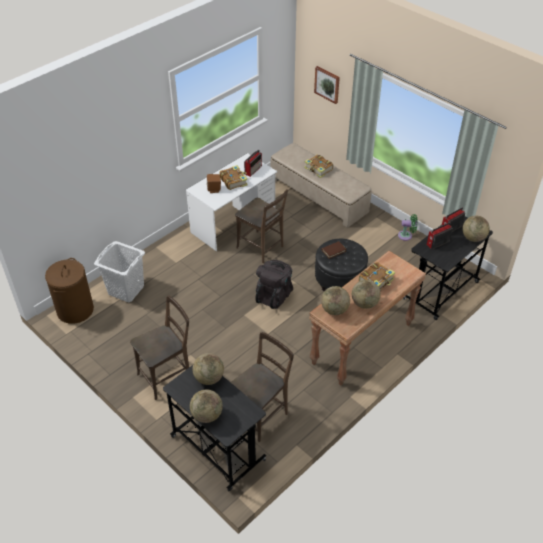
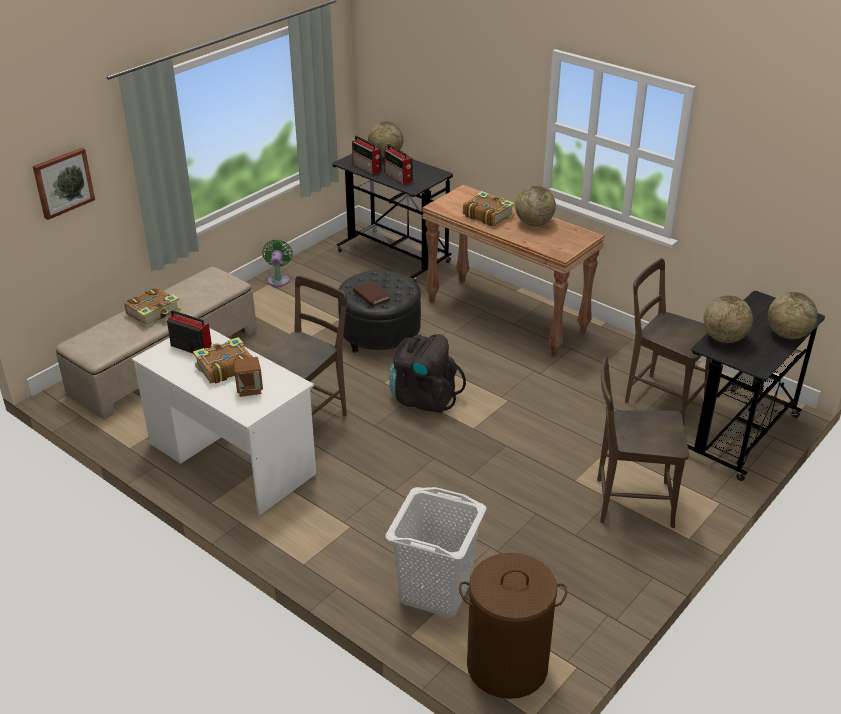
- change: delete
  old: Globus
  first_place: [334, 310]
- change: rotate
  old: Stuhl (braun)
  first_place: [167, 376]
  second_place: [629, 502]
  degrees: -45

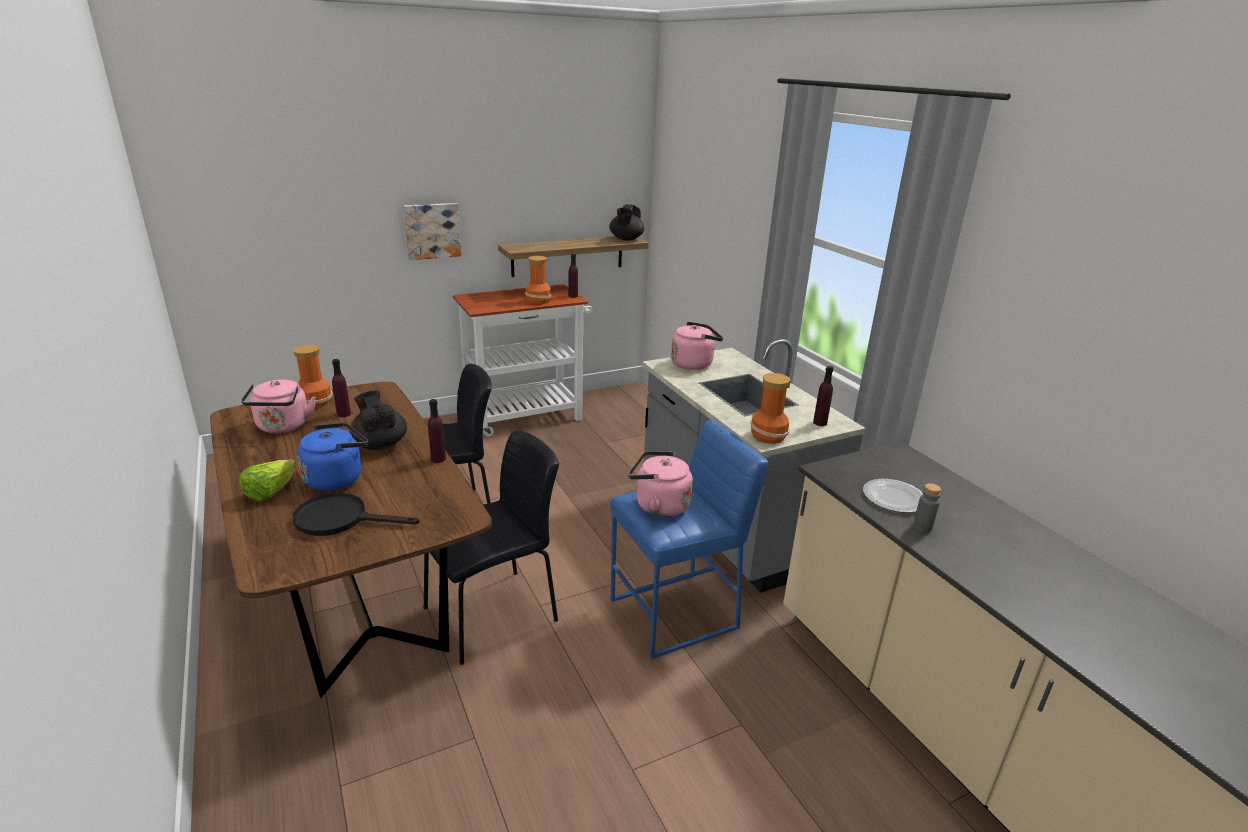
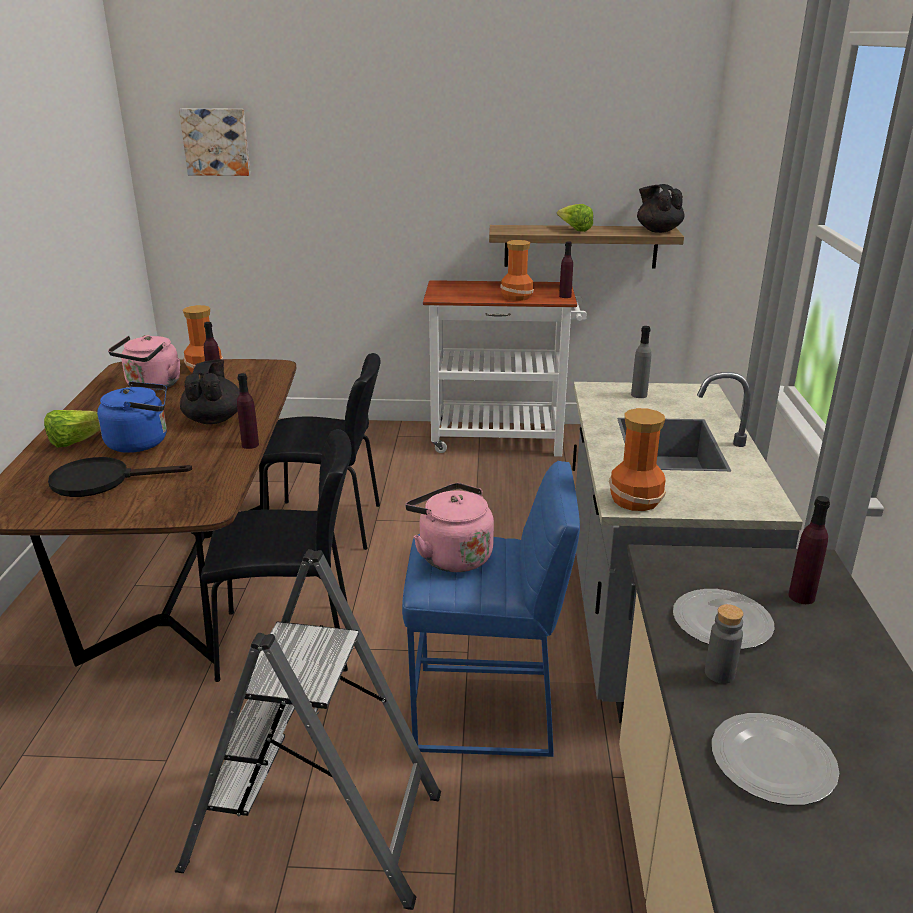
- change: insert
  new: Trittleiter (grau)
  second_place: [317, 830]
- change: insert
  new: Salatkopf
  second_place: [574, 229]
- change: insert
  new: Teller
  second_place: [772, 760]
- change: move
  old: Bild
  first_place: [432, 230]
  second_place: [216, 142]
- change: move
  old: Flasche (lila)
  first_place: [820, 423]
  second_place: [801, 596]
- change: replace
  old: Wasserkessel (rosa)
  new: Flasche (grau)
  first_place: [694, 364]
  second_place: [639, 395]
- change: rotate
  old: Pfanne (schwarz)
  first_place: [341, 519]
  second_place: [102, 481]
  degrees: -45
- change: rotate
  old: Teekanne (schwarz)
  first_place: [626, 239]
  second_place: [658, 230]
  degrees: 105

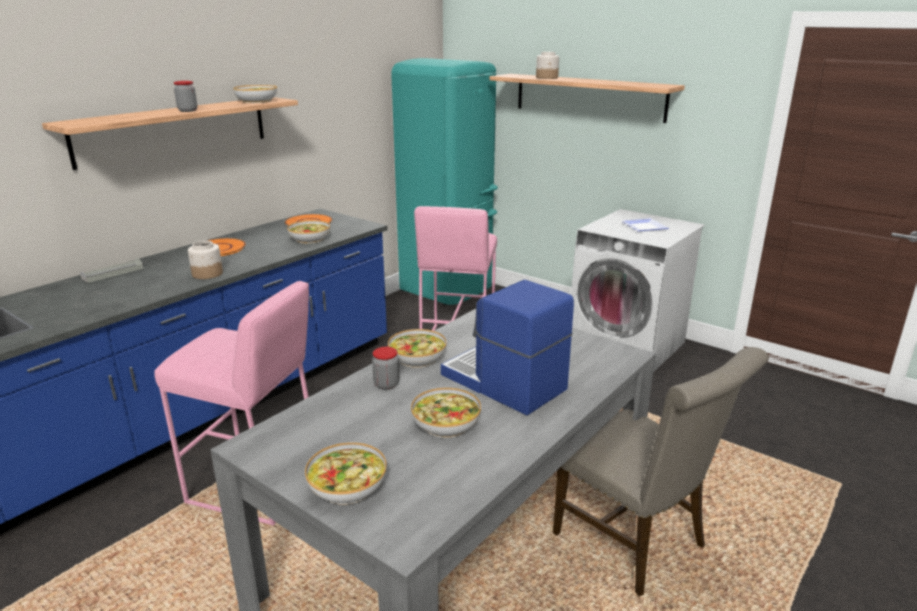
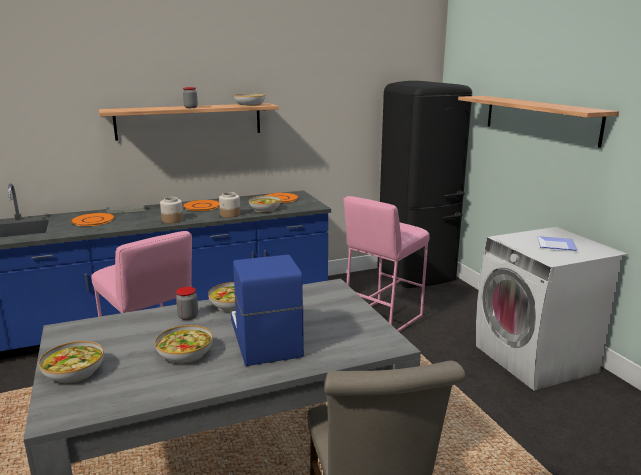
- change: insert
  new: Teller (orange)
  second_place: [93, 220]
- change: move
  old: Vorratsglas
  first_place: [547, 78]
  second_place: [230, 215]
- change: recolor
  old: Kühlschrank (türkis)
  new: Kühlschrank (schwarz)
  first_place: [449, 289]
  second_place: [418, 275]

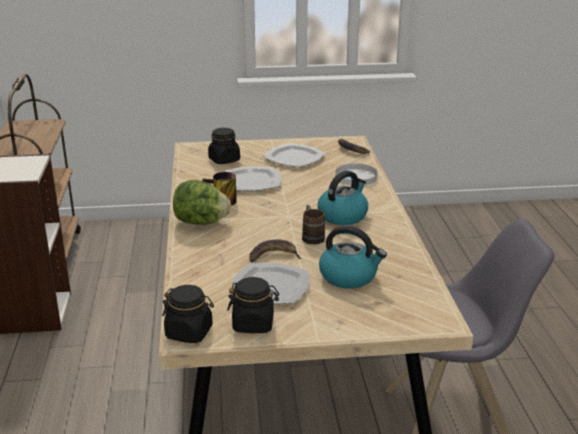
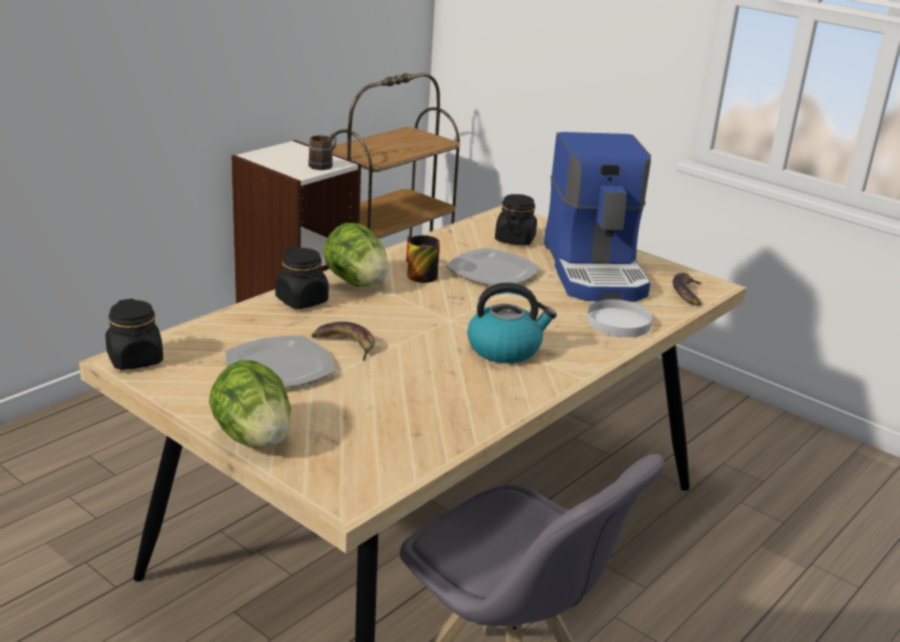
- change: delete
  old: Wasserkessel
  first_place: [349, 276]
- change: insert
  new: Salatkopf
  second_place: [253, 438]
- change: move
  old: Vorratsglas (schwarz)
  first_place: [253, 324]
  second_place: [302, 300]
- change: move
  old: Henkelbecher (braun)
  first_place: [311, 236]
  second_place: [324, 164]
- change: replace
  old: Teller
  new: Kaffeemaschine
  first_place: [294, 157]
  second_place: [596, 270]

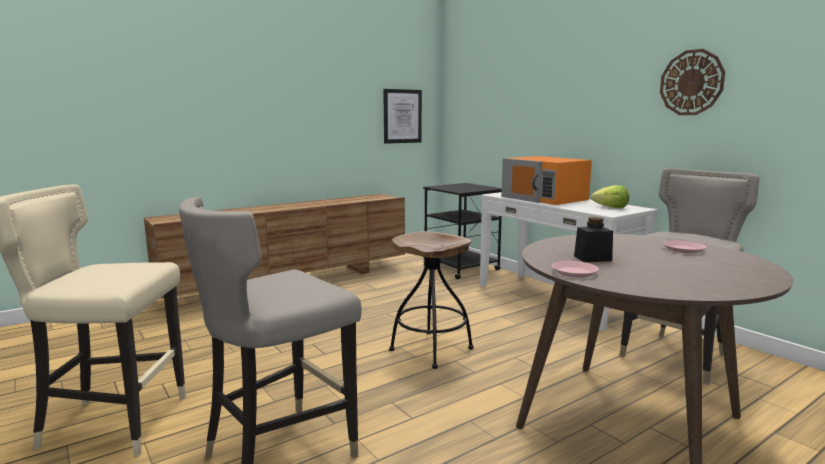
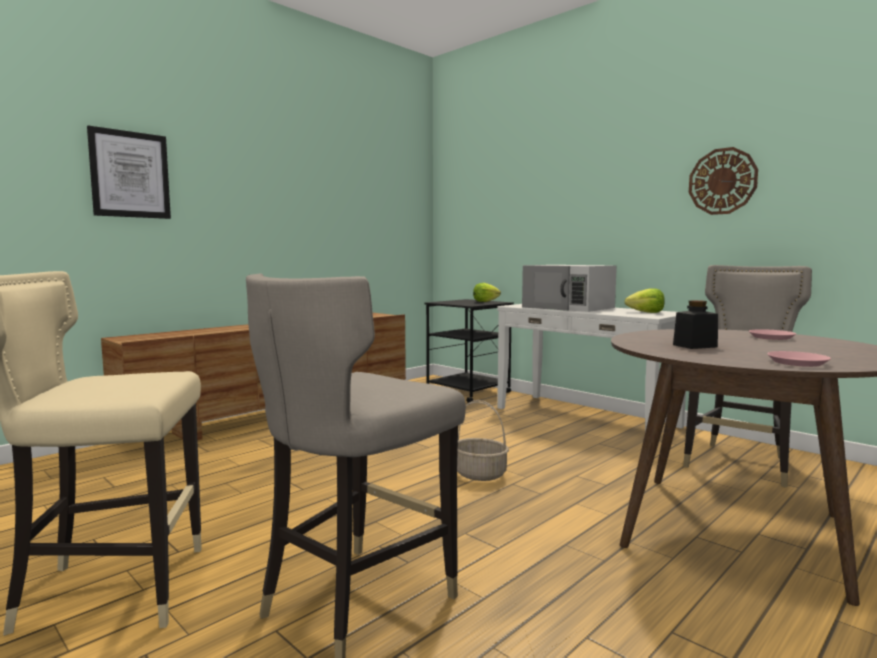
- change: insert
  new: Salatkopf
  second_place: [485, 301]
- change: move
  old: Bild
  first_place: [402, 116]
  second_place: [130, 174]
- change: move
  old: Teller (rosa)
  first_place: [574, 272]
  second_place: [797, 362]
- change: replace
  old: Hocker (braun)
  new: Korb
  first_place: [431, 349]
  second_place: [480, 474]
- change: recolor
  old: Mikrowelle (orange)
  new: Mikrowelle (weiß)
  first_place: [545, 198]
  second_place: [568, 307]

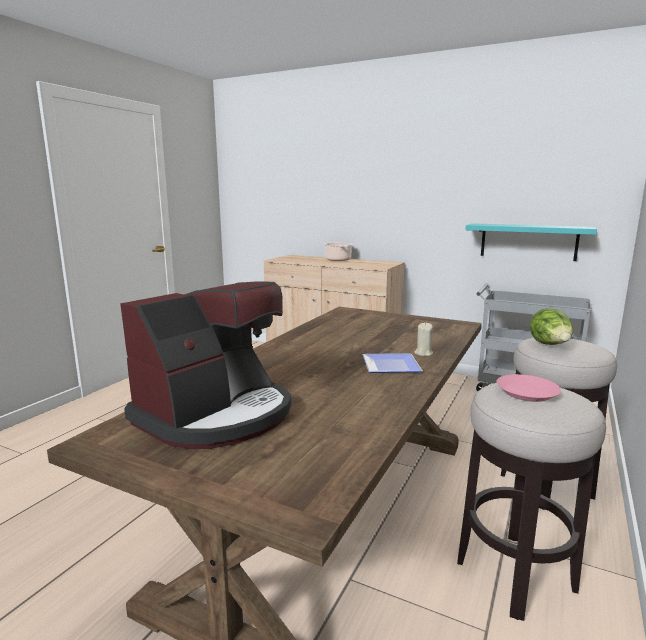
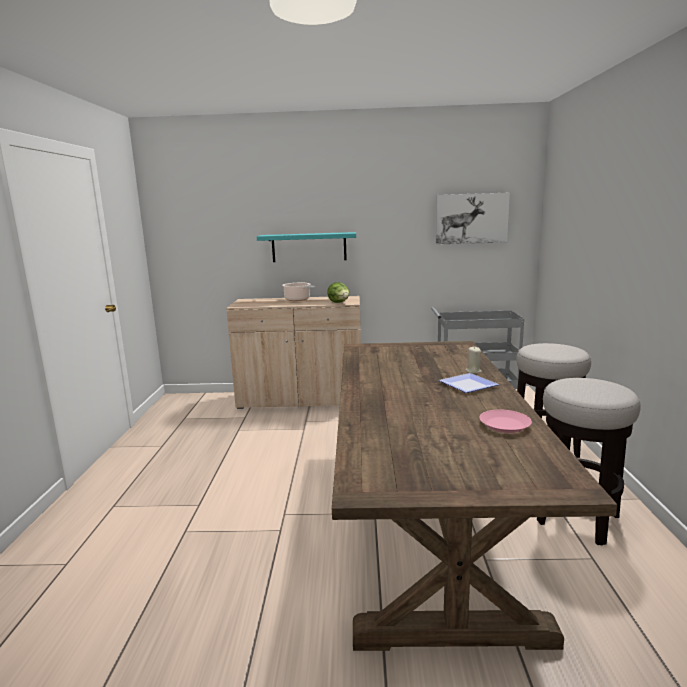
- change: delete
  old: Kaffeemaschine
  first_place: [216, 415]
- change: insert
  new: Bild
  second_place: [471, 218]
- change: move
  old: Wandregal (türkis)
  first_place: [528, 241]
  second_place: [309, 247]
- change: move
  old: Teller (rosa)
  first_place: [526, 393]
  second_place: [504, 425]
- change: move
  old: Salatkopf
  first_place: [550, 345]
  second_place: [339, 303]

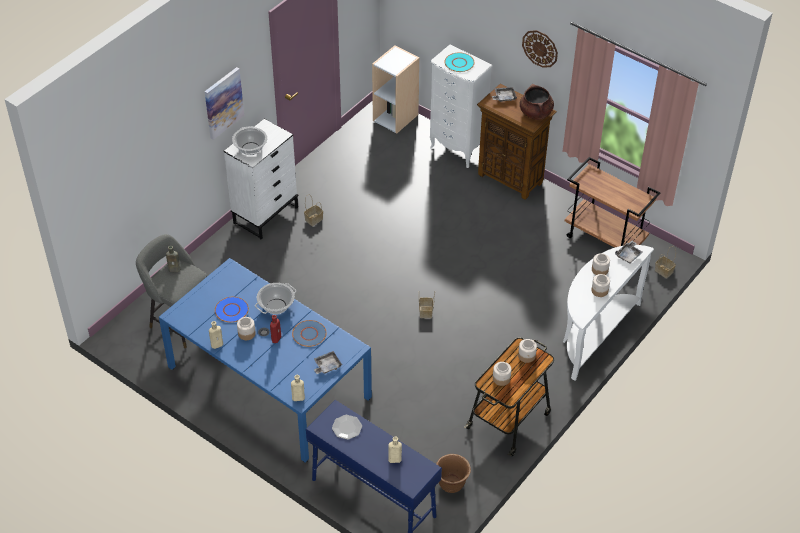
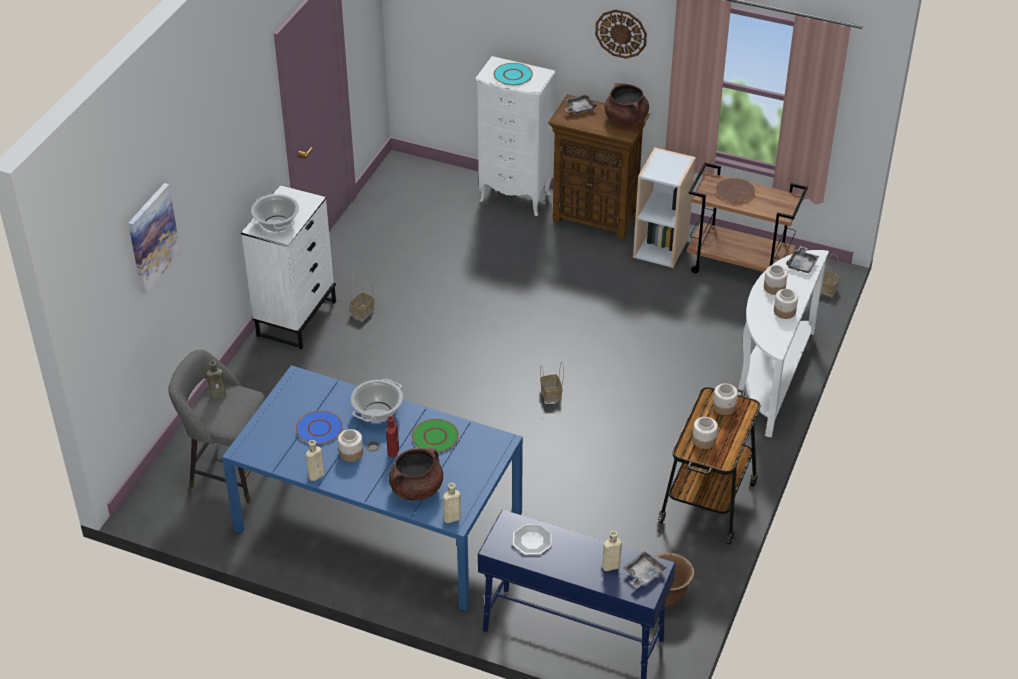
- change: insert
  new: Kochtopf (braun)
  second_place: [416, 489]
- change: insert
  new: Teller (braun)
  second_place: [735, 191]
- change: move
  old: Bild
  first_place: [223, 103]
  second_place: [152, 238]
- change: move
  old: Tablett (grau)
  first_place: [327, 366]
  second_place: [643, 574]
- change: move
  old: Bücherregal
  first_place: [396, 117]
  second_place: [661, 247]
- change: recolor
  old: Teller (blau)
  new: Teller (grün)
  first_place: [309, 334]
  second_place: [435, 437]

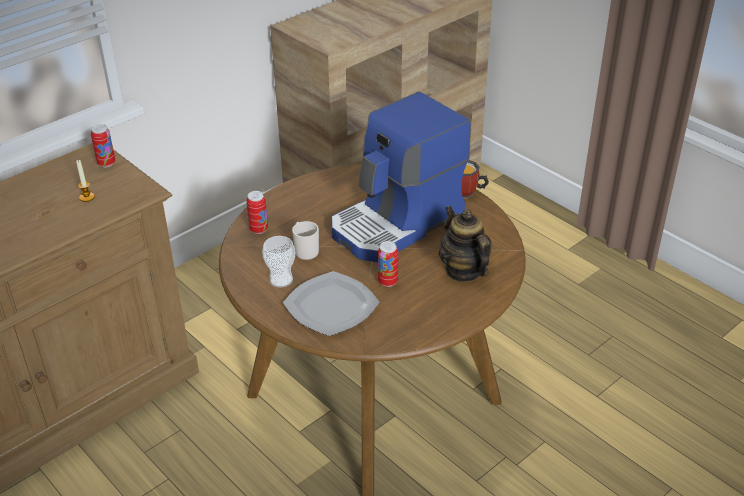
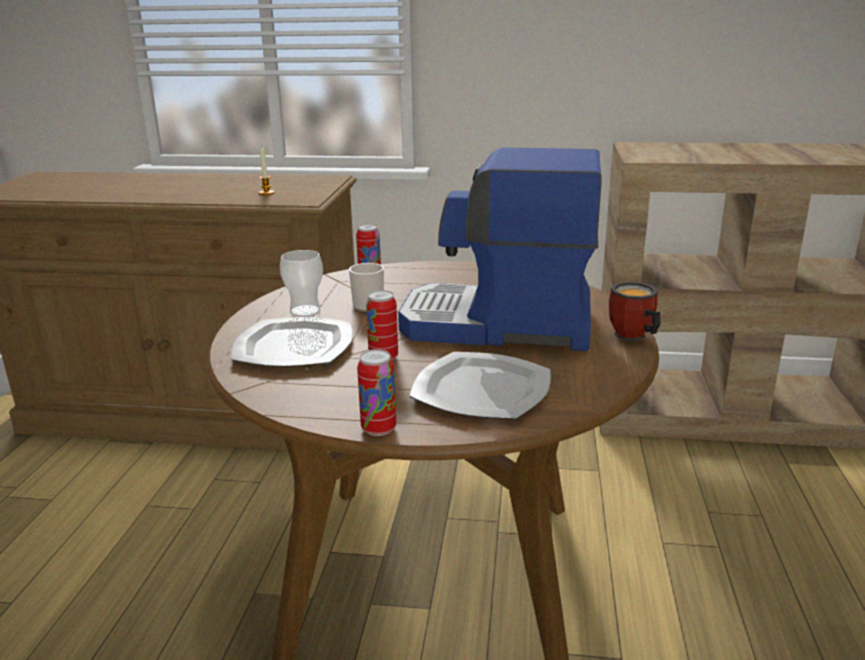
- change: move
  old: Dose
  first_place: [106, 163]
  second_place: [378, 429]
- change: replace
  old: Teekanne
  new: Teller
  first_place: [463, 270]
  second_place: [480, 390]

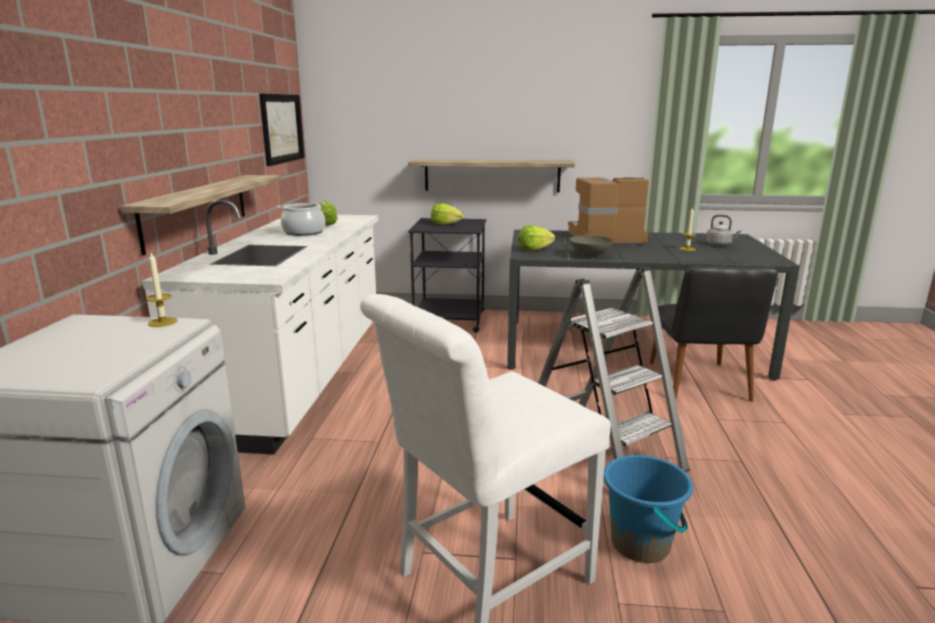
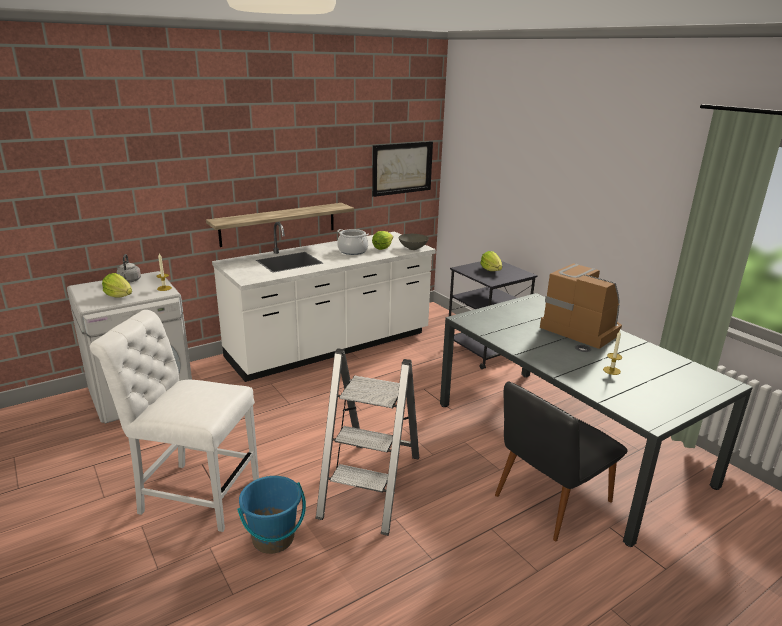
- change: delete
  old: Wandregal
  first_place: [492, 175]
- change: move
  old: Salatkopf
  first_place: [534, 249]
  second_place: [119, 296]
- change: move
  old: Schüssel (grau)
  first_place: [590, 255]
  second_place: [413, 248]
- change: move
  old: Wasserkessel (grau)
  first_place: [720, 244]
  second_place: [129, 281]

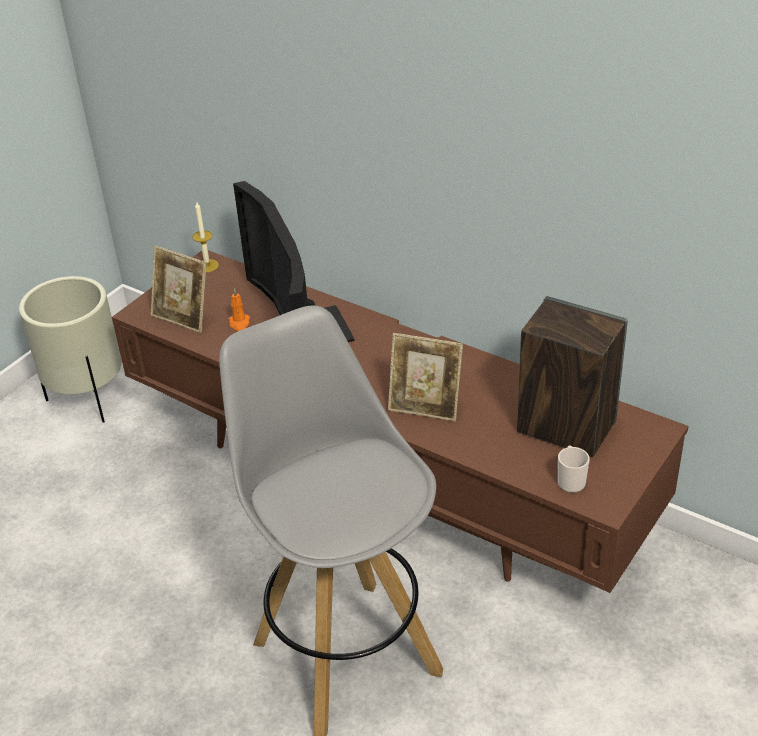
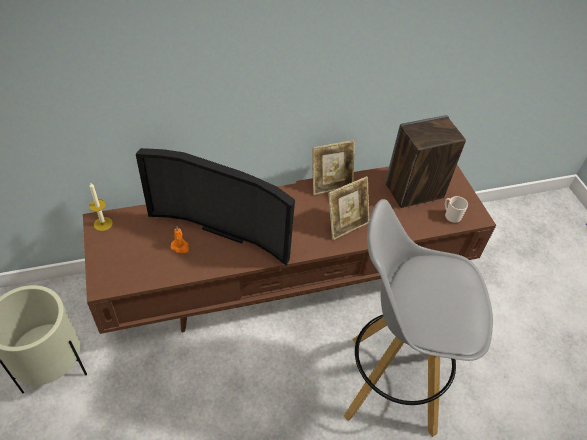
- change: move
  old: Bilderrahmen
  first_place: [183, 318]
  second_place: [330, 185]

